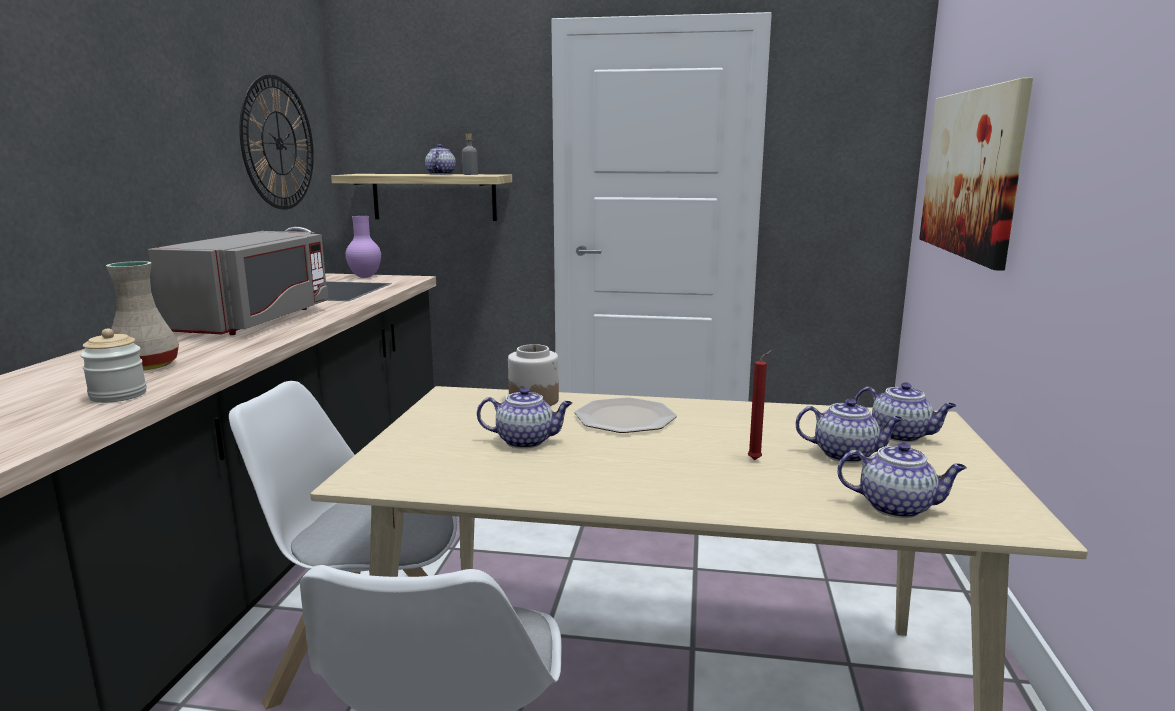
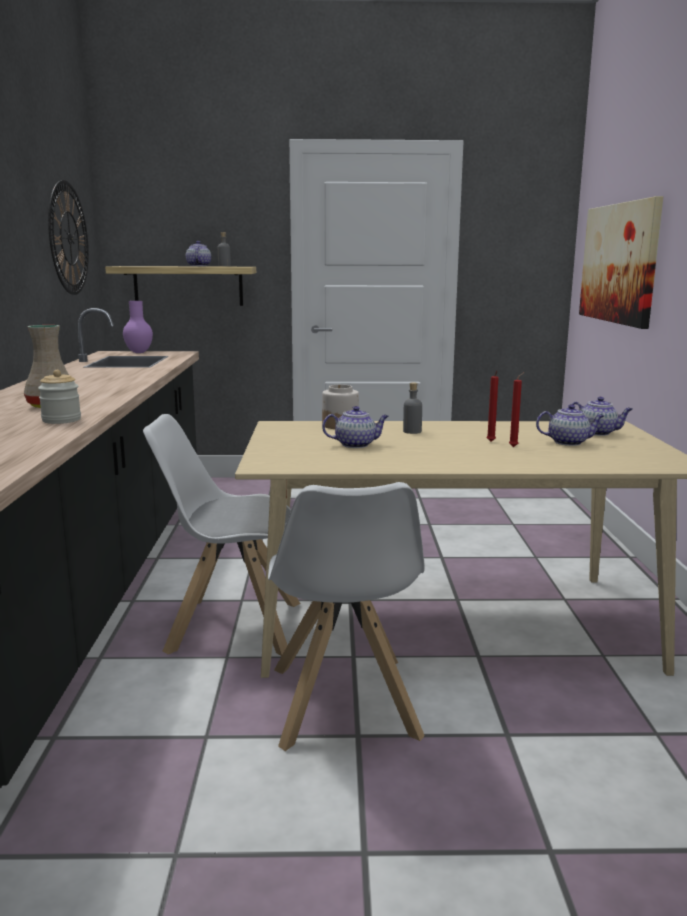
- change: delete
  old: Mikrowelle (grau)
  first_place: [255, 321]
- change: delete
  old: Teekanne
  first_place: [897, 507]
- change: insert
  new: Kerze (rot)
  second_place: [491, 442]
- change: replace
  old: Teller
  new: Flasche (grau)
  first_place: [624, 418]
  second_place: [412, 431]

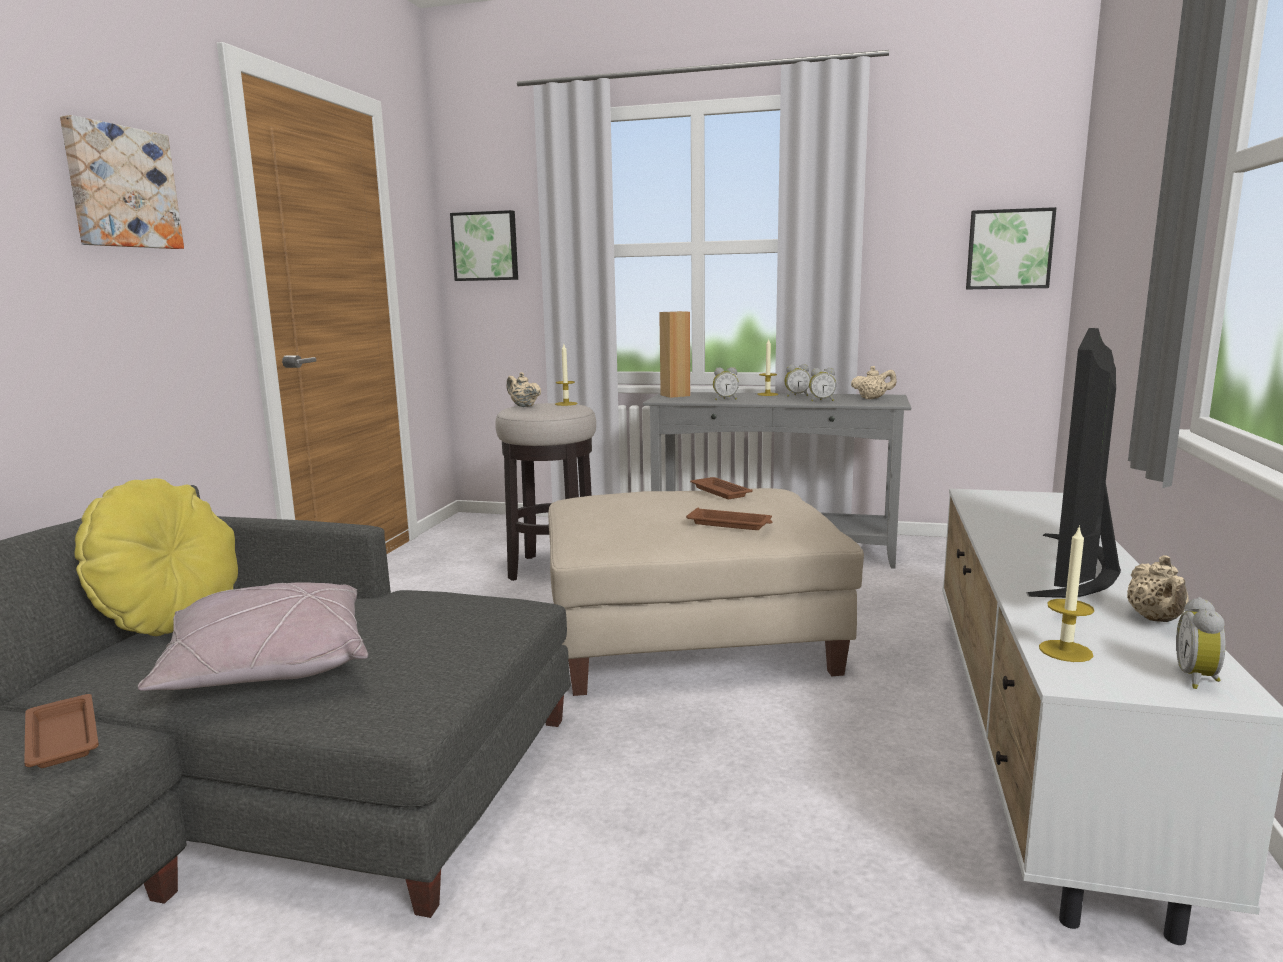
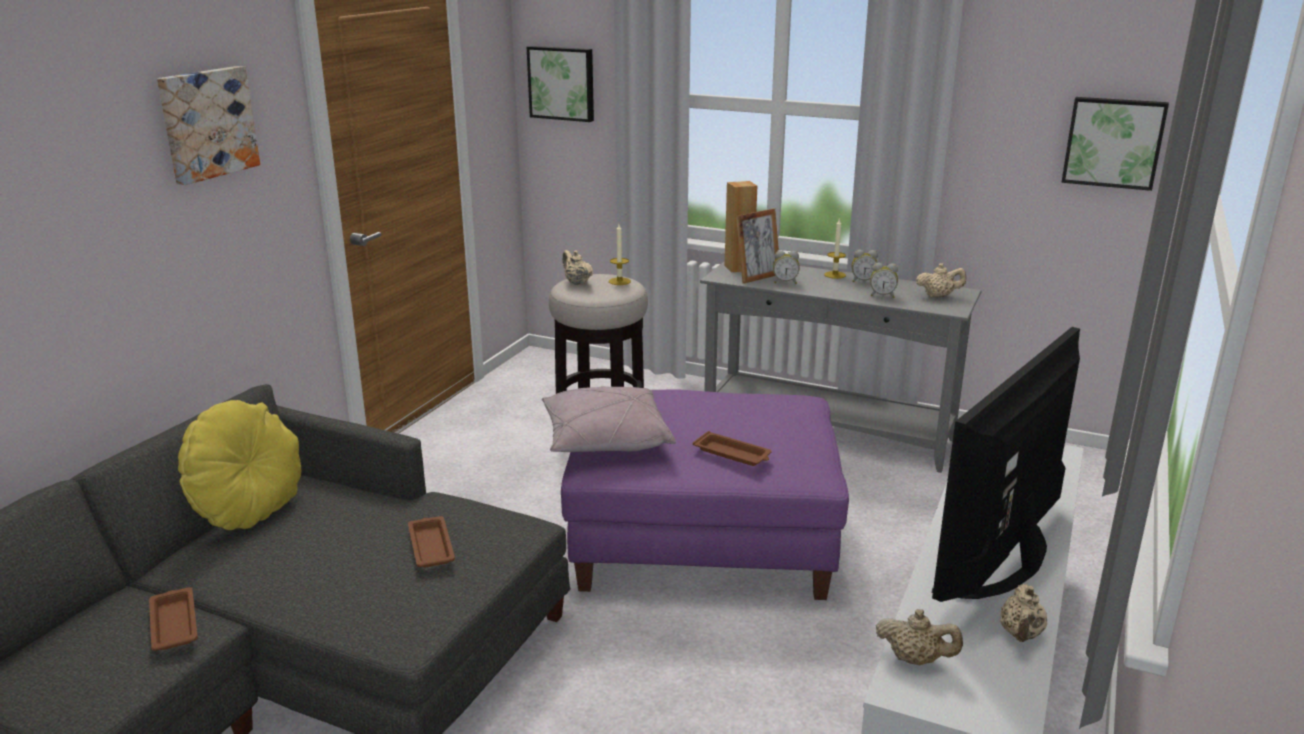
- change: delete
  old: Wecker
  first_place: [1199, 679]
- change: insert
  new: Bilderrahmen
  second_place: [757, 277]
- change: move
  old: Kissen (lila)
  first_place: [268, 667]
  second_place: [605, 440]
- change: move
  old: Tablett (braun)
  first_place: [719, 492]
  second_place: [431, 546]
- change: replace
  old: Kerze
  new: Teekanne (beige)
  first_place: [1065, 651]
  second_place: [915, 660]
- change: recolor
  old: Polsterhocker (beige)
  new: Polsterhocker (lila)
  first_place: [690, 636]
  second_place: [703, 537]

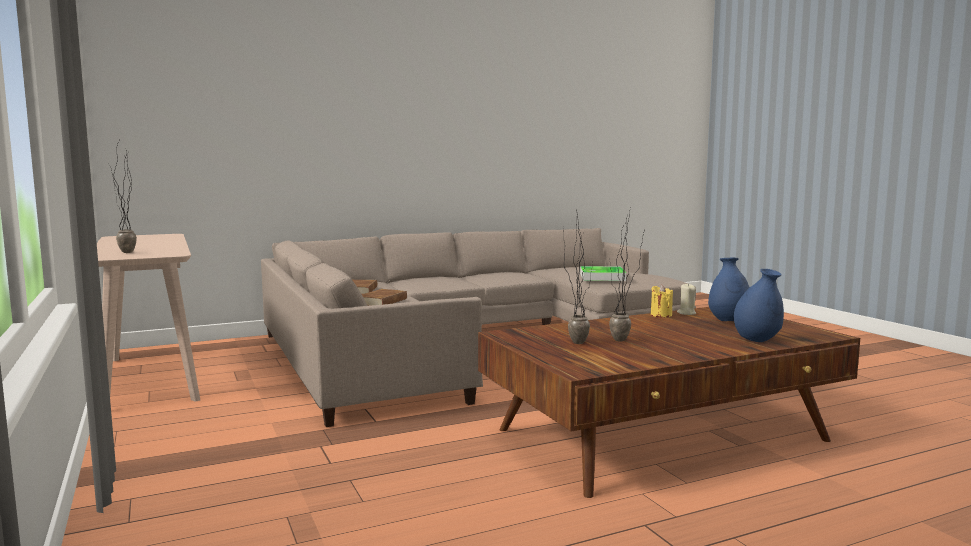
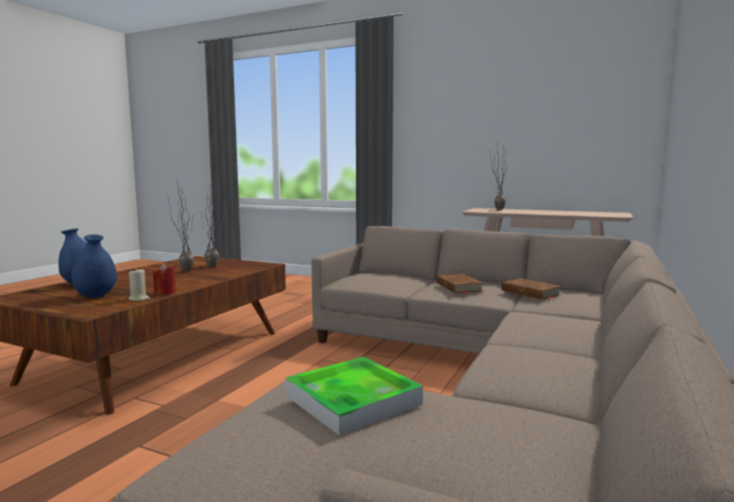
- change: recolor
  old: Kerze (gelb)
  new: Kerze (rot)
  first_place: [661, 315]
  second_place: [165, 293]

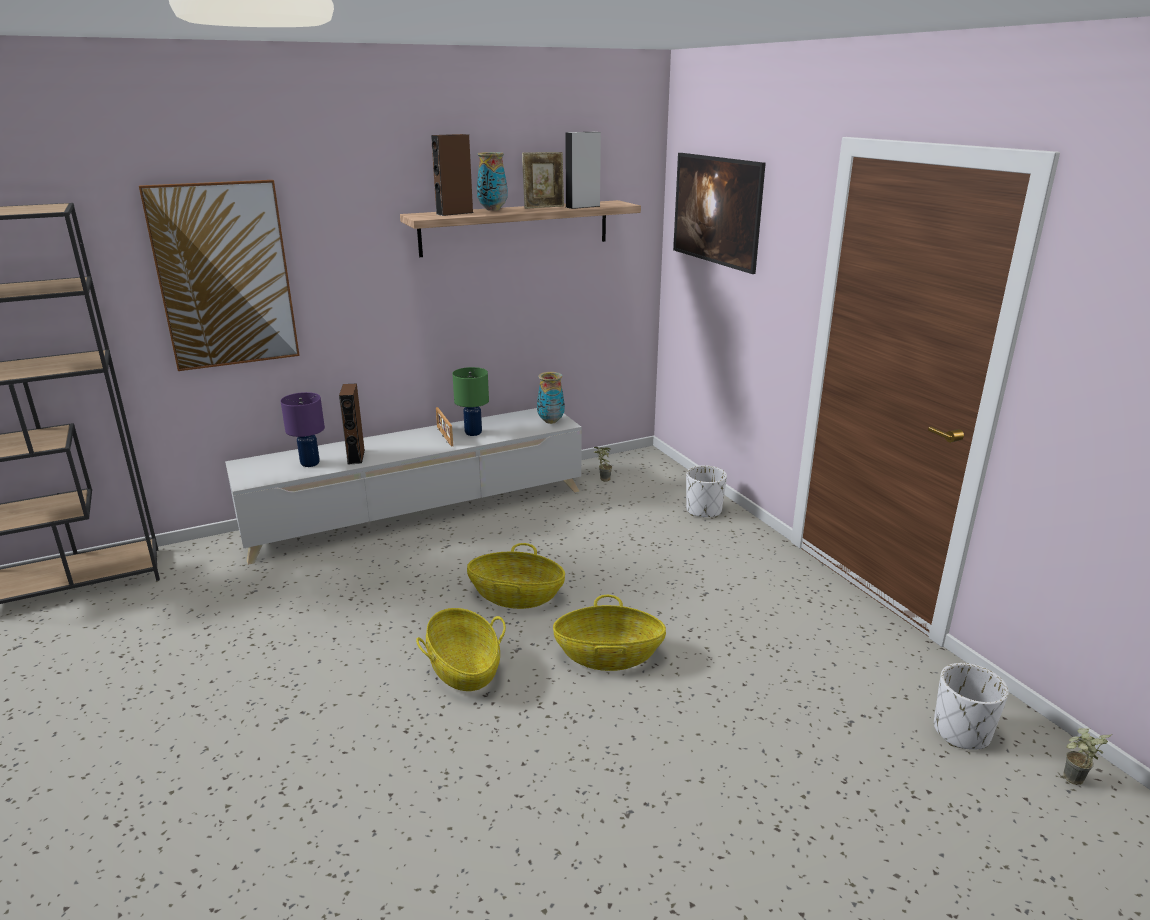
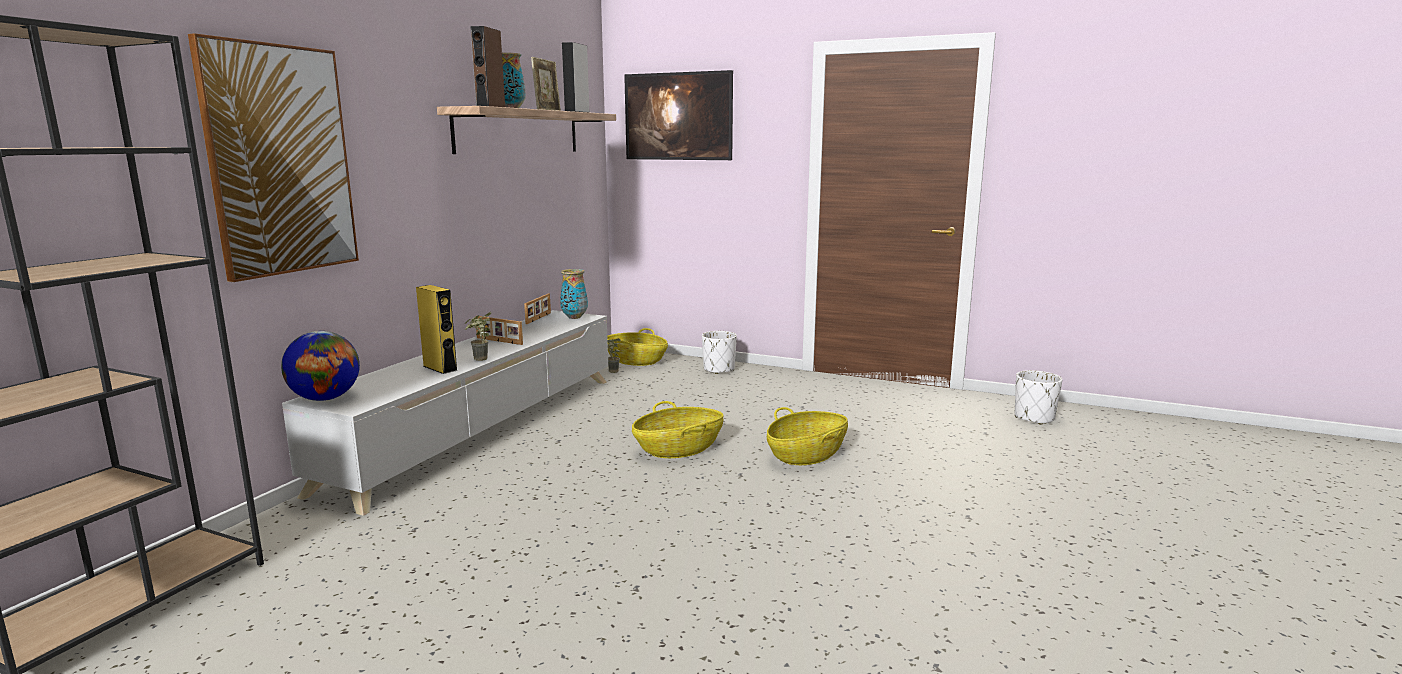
- change: delete
  old: Tischlampe (lila)
  first_place: [311, 464]
- change: delete
  old: Tischlampe (grün)
  first_place: [473, 433]
- change: insert
  new: Globus
  second_place: [325, 398]
- change: insert
  new: Bilderrahmen
  second_place: [539, 318]
- change: move
  old: Korb
  first_place: [464, 668]
  second_place: [635, 361]
- change: move
  old: Topfpflanze
  first_place: [1072, 782]
  second_place: [479, 360]
- change: recolor
  old: Lautsprecher (braun)
  new: Lautsprecher (gelb)
  first_place: [356, 456]
  second_place: [440, 368]

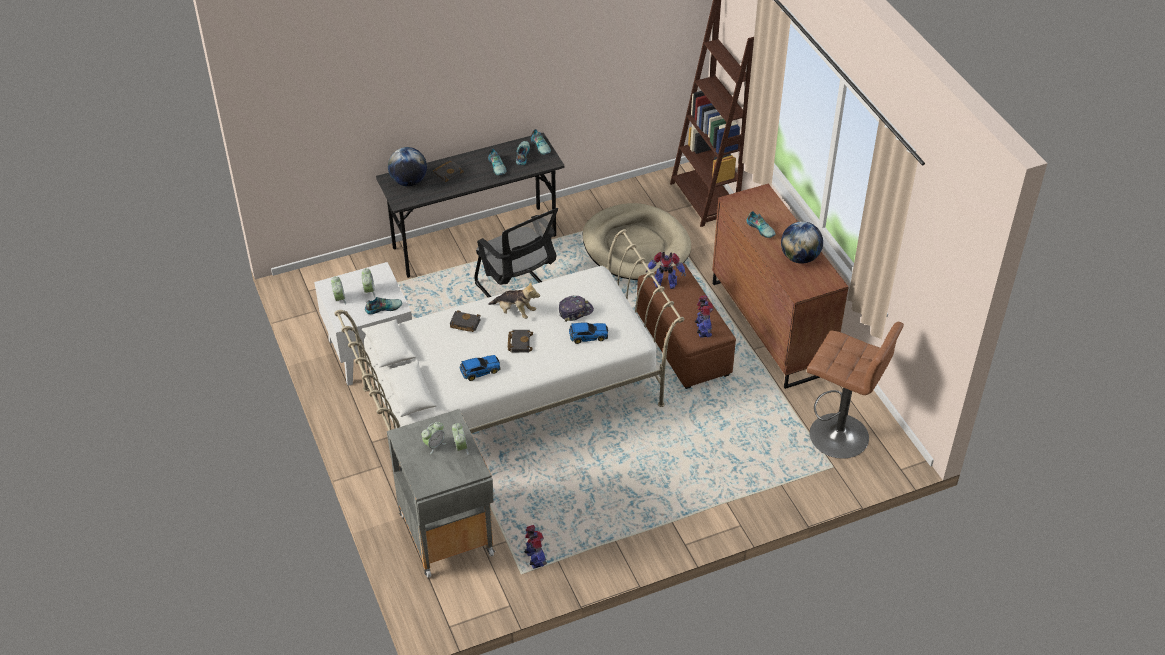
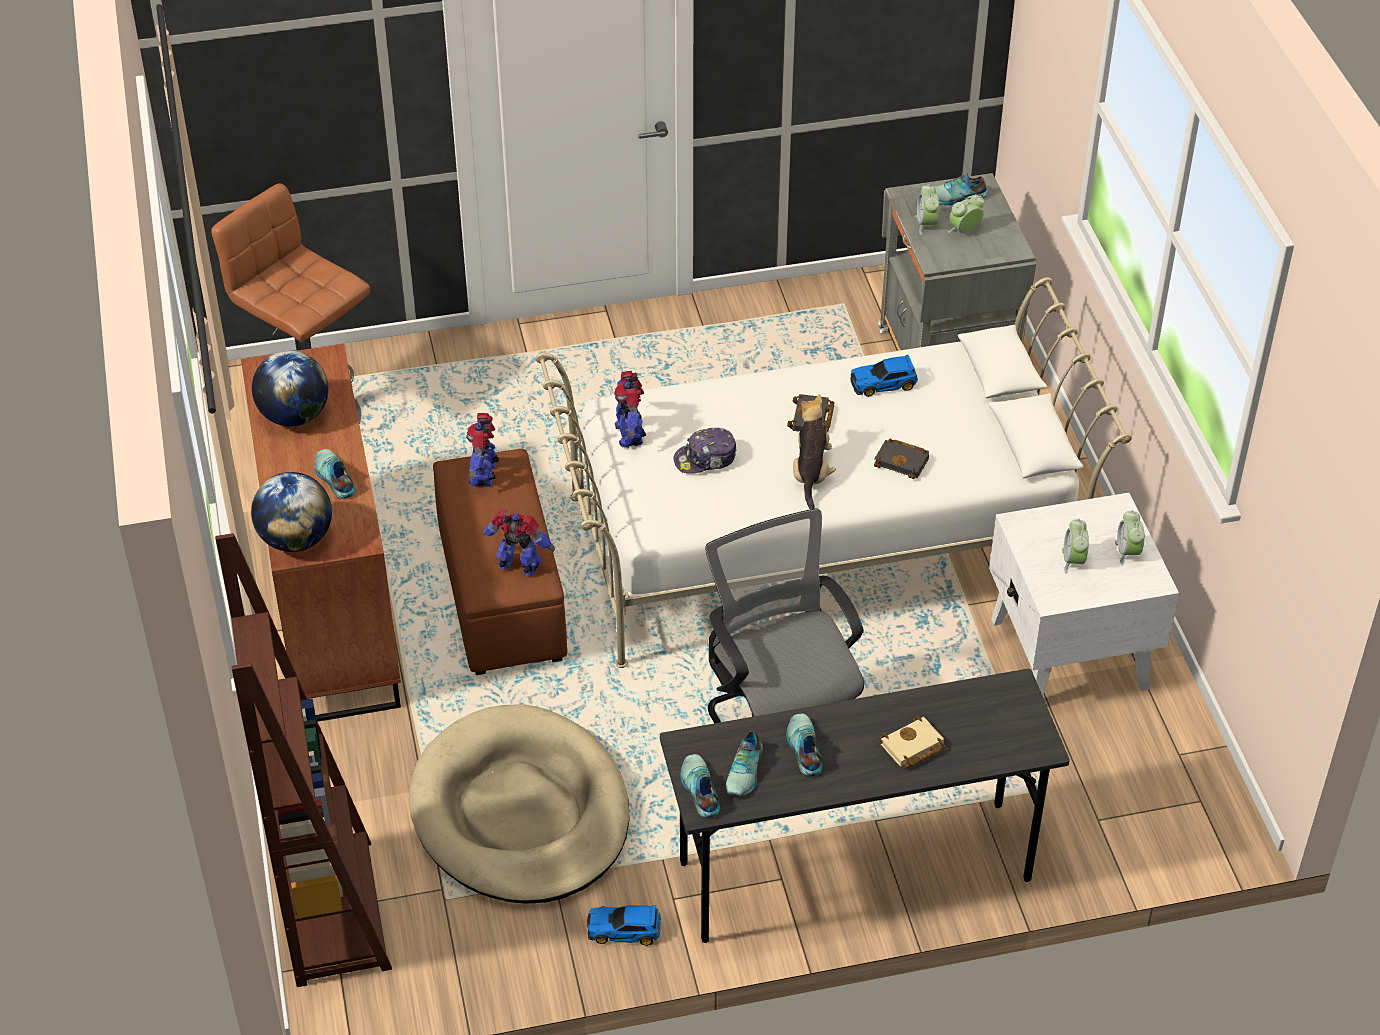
- change: move
  old: Schuh
  first_place: [383, 307]
  second_place: [957, 197]
- change: move
  old: Globus
  first_place: [408, 181]
  second_place: [296, 539]
- change: move
  old: Spielzeugroboter
  first_place: [535, 559]
  second_place: [630, 433]
- change: move
  old: Spielzeugauto
  first_place: [587, 335]
  second_place: [625, 930]
- change: recolor
  old: Buch (schwarz)
  new: Buch (beige)
  first_place: [448, 172]
  second_place: [912, 748]
- change: rotate
  old: Plüschtier
  first_place: [515, 311]
  second_place: [811, 473]
  degrees: 60

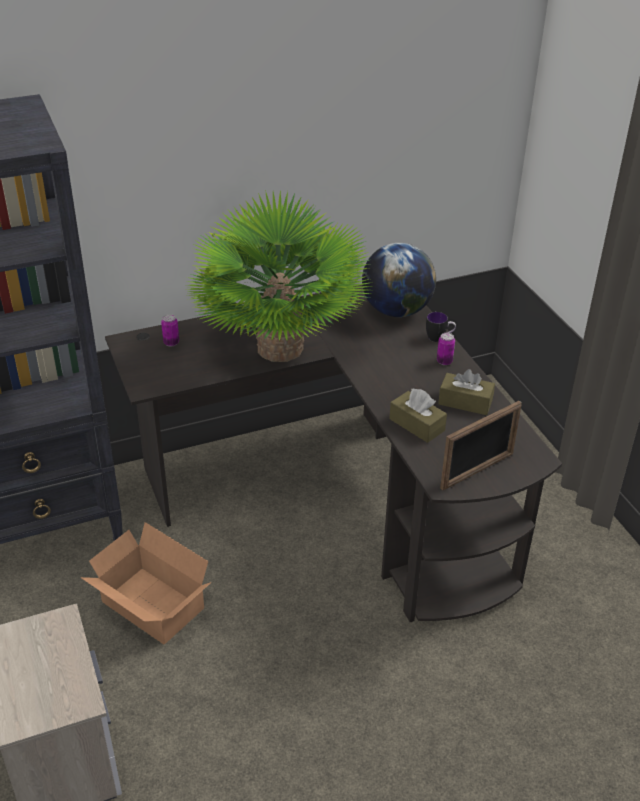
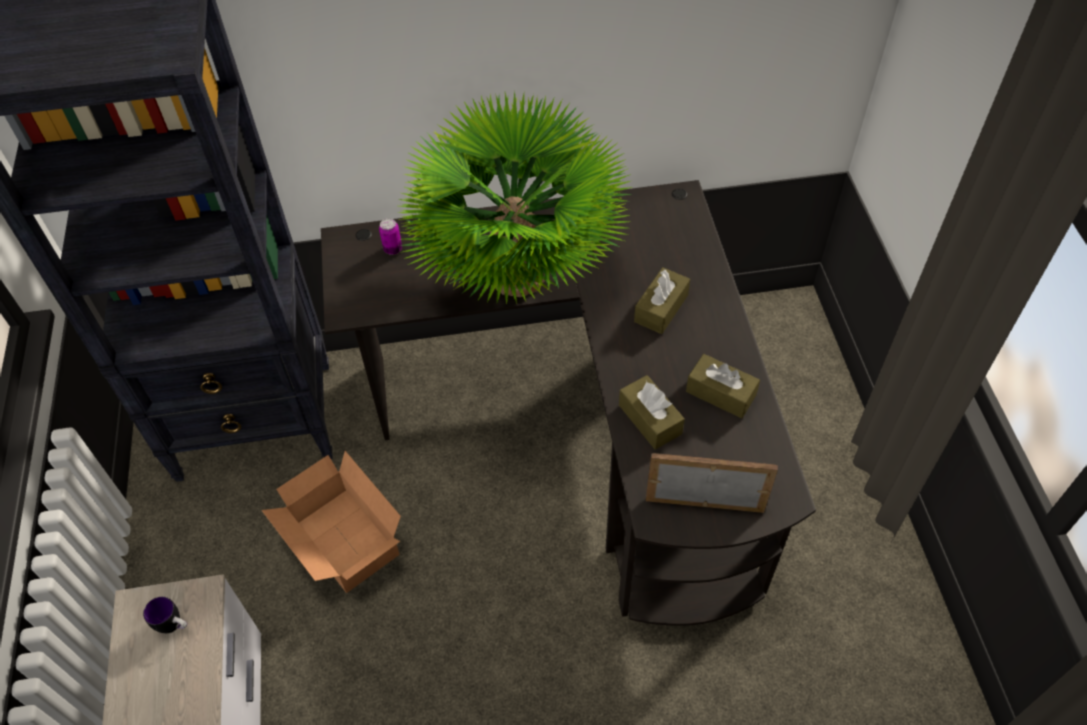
- change: delete
  old: Globus
  first_place: [396, 311]
- change: delete
  old: Dose
  first_place: [444, 361]
- change: insert
  new: Taschentuchbox (braun)
  second_place: [661, 308]
- change: move
  old: Henkelbecher
  first_place: [439, 338]
  second_place: [175, 626]
- change: rotate
  old: Bilderrahmen
  first_place: [477, 471]
  second_place: [704, 503]
  degrees: -150

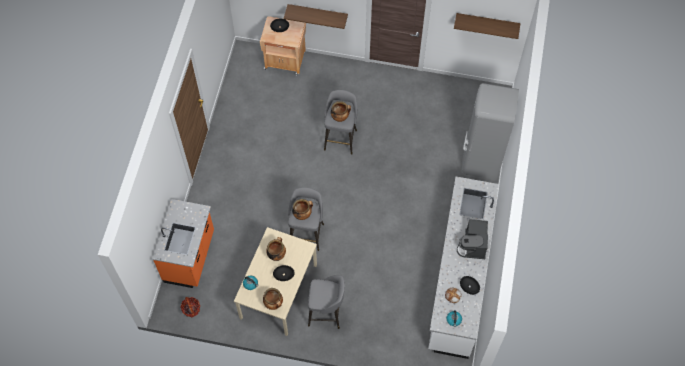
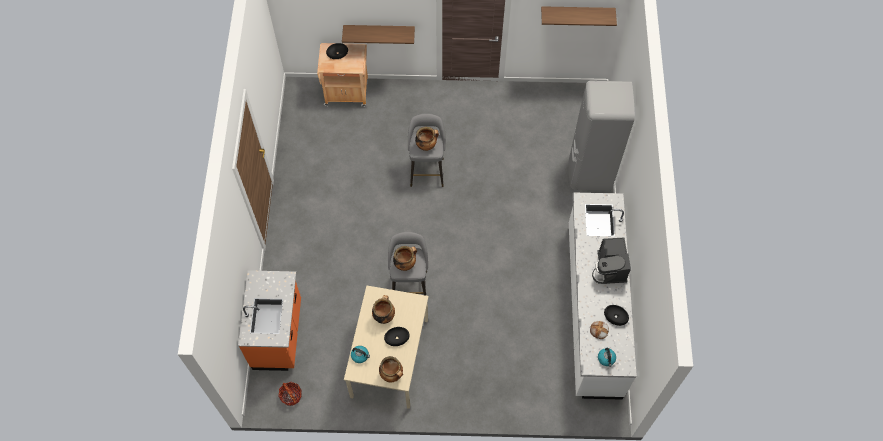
- change: delete
  old: Hocker (grau)
  first_place: [326, 313]

